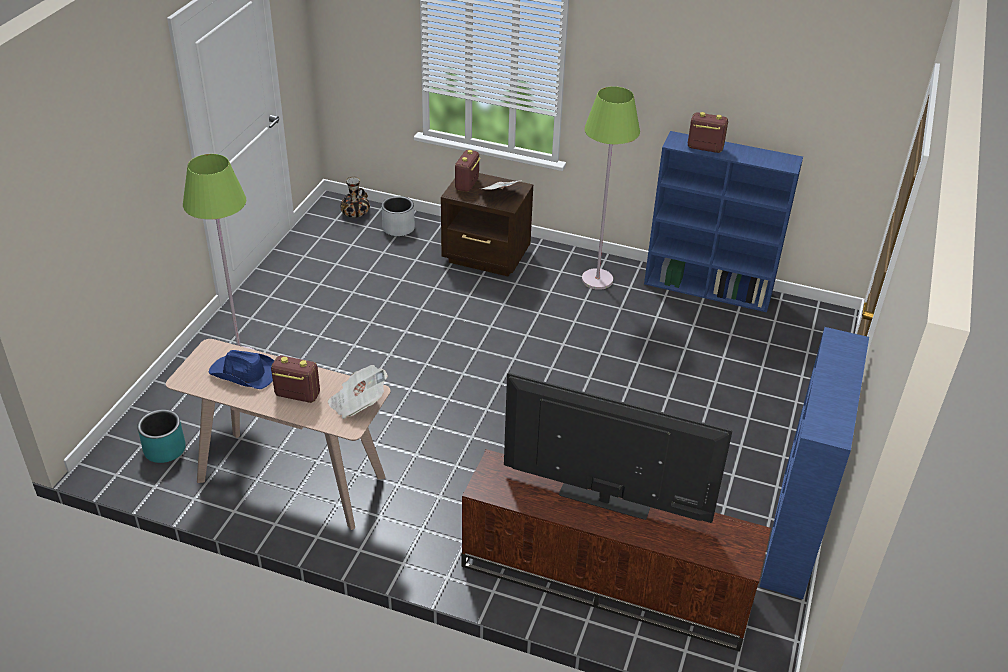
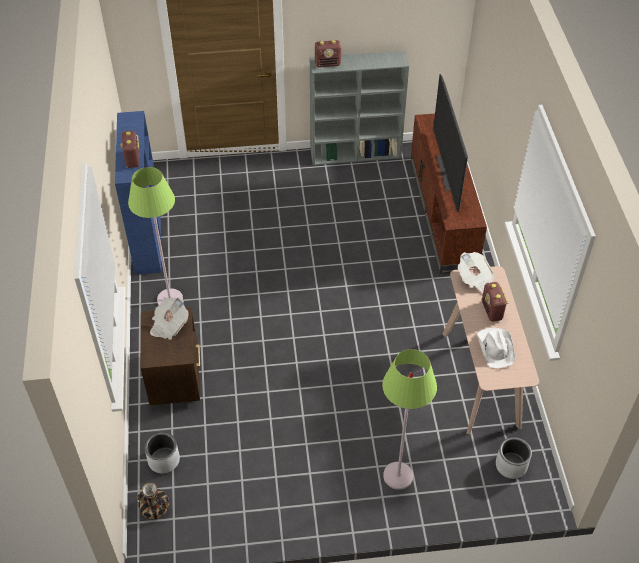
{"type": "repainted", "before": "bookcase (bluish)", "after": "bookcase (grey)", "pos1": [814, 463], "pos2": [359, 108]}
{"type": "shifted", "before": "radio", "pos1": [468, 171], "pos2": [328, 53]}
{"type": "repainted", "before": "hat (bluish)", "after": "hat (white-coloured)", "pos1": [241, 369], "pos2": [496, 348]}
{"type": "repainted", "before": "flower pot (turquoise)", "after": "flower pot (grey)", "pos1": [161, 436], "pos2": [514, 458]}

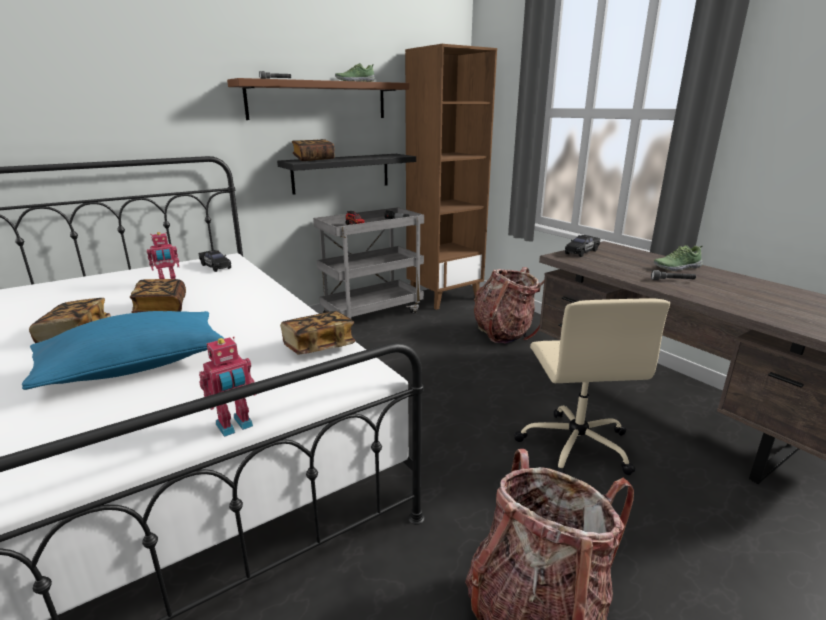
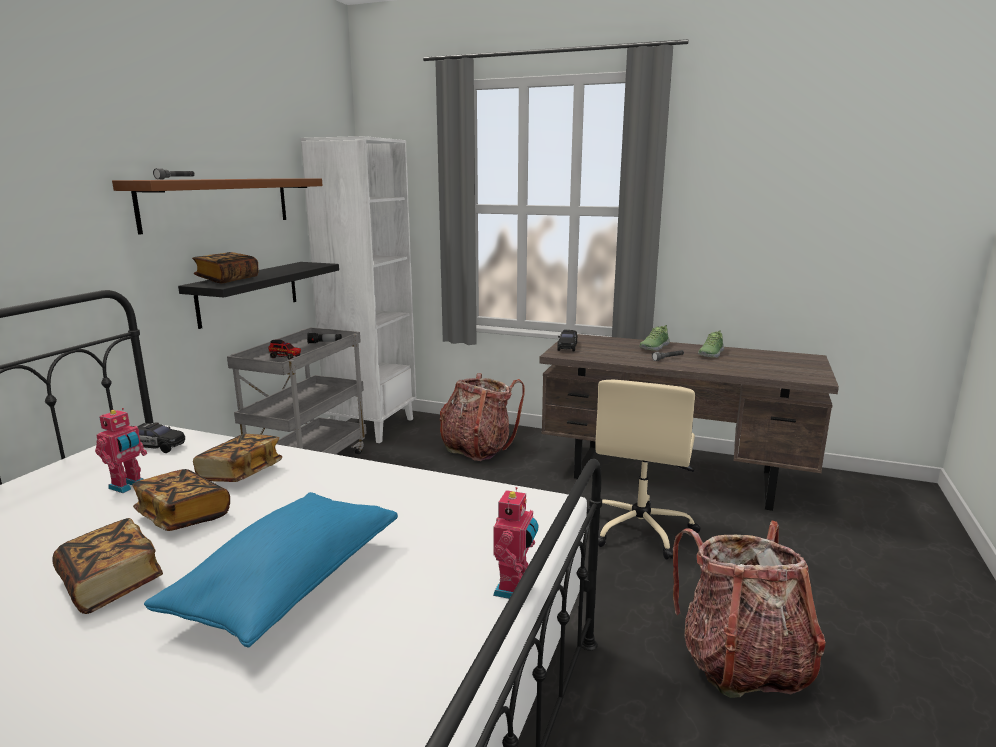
{"type": "shifted", "before": "bound book", "pos1": [317, 333], "pos2": [237, 458]}
{"type": "repainted", "before": "bookcase (brown-coloured)", "after": "bookcase (white-coloured)", "pos1": [451, 177], "pos2": [358, 289]}
{"type": "rotated", "before": "desk chair (beige)", "pos1": [592, 386], "pos2": [644, 469], "turn": 60}
{"type": "shifted", "before": "shoe", "pos1": [355, 72], "pos2": [711, 344]}

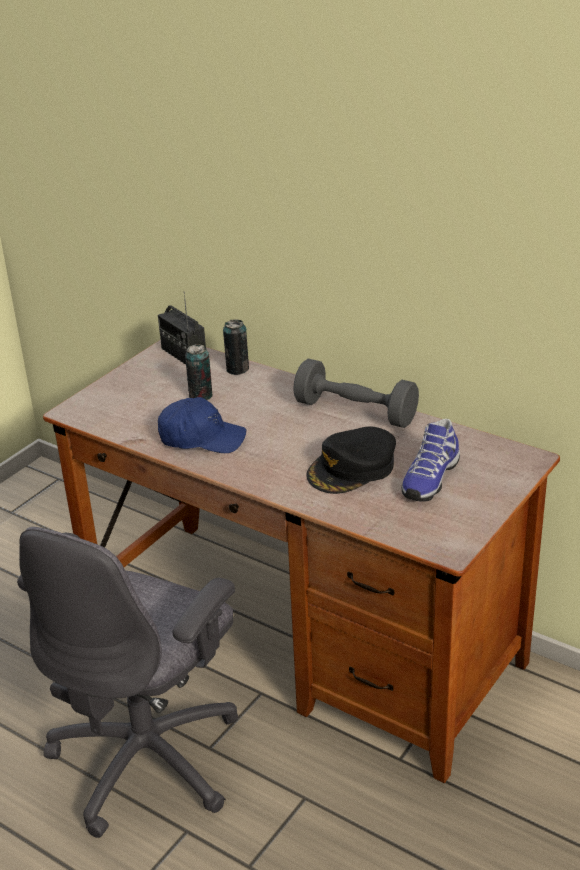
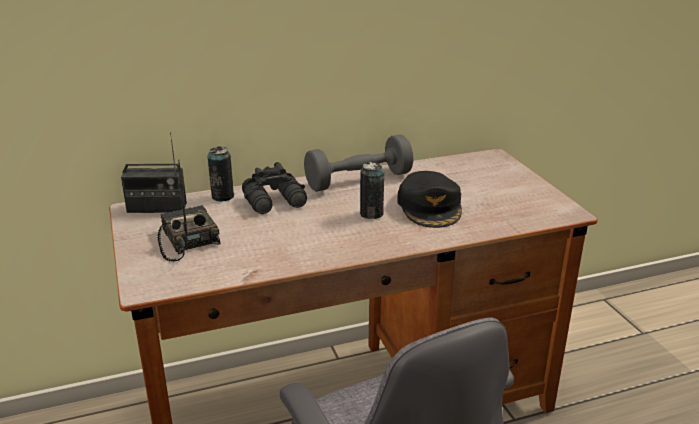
{"type": "new", "after": "radio", "pos2": [188, 210]}
{"type": "new", "after": "binoculars (black)", "pos2": [274, 188]}
{"type": "shifted", "before": "sealed can", "pos1": [199, 372], "pos2": [372, 190]}
{"type": "gone", "before": "peaked cap (bluish)", "pos1": [202, 425]}
{"type": "gone", "before": "shoe", "pos1": [431, 460]}

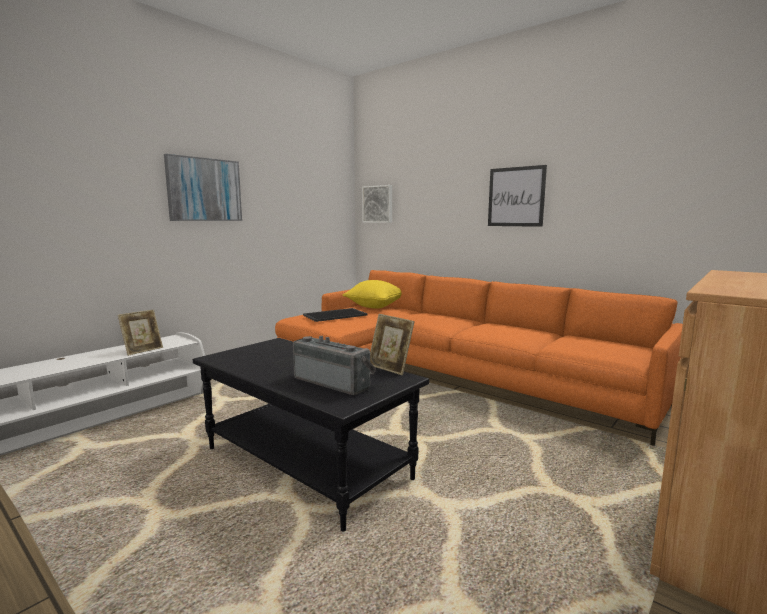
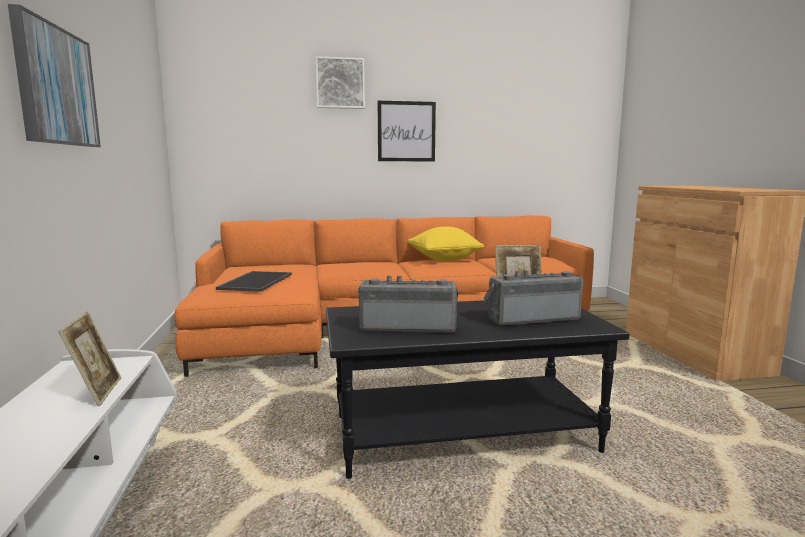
{"type": "shifted", "before": "wall picture", "pos1": [377, 204], "pos2": [340, 82]}
{"type": "new", "after": "radio", "pos2": [408, 304]}
{"type": "shifted", "before": "throw pillow (yellowish)", "pos1": [372, 294], "pos2": [446, 244]}

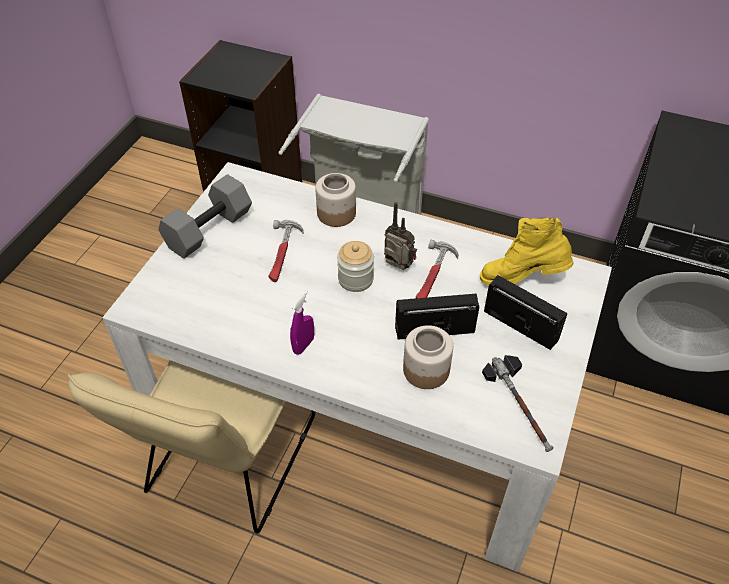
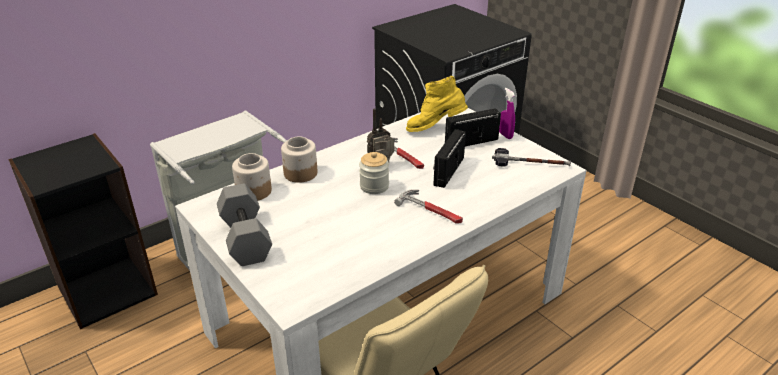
{"type": "shifted", "before": "preserve jar", "pos1": [428, 357], "pos2": [252, 177]}
{"type": "shifted", "before": "hand hammer", "pos1": [286, 251], "pos2": [428, 206]}
{"type": "rotated", "before": "tall boot (yellowish)", "pos1": [527, 251], "pos2": [437, 104], "turn": 45}
{"type": "shifted", "before": "sprayer (purple)", "pos1": [302, 323], "pos2": [507, 113]}

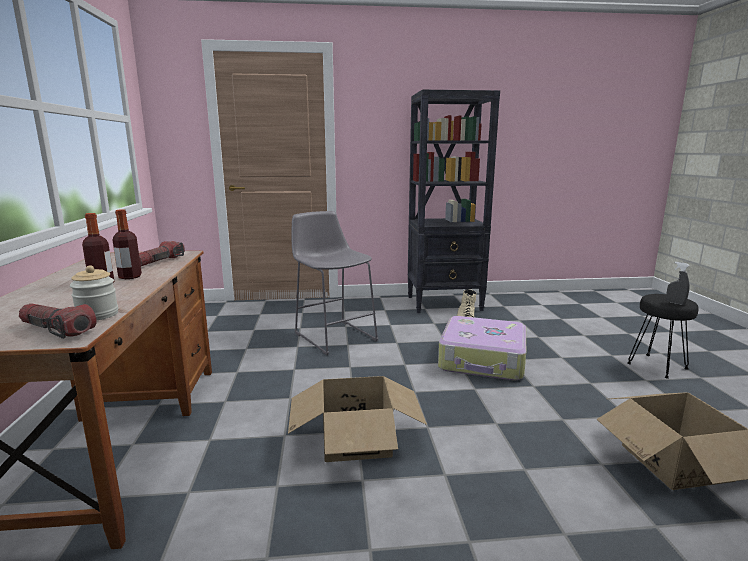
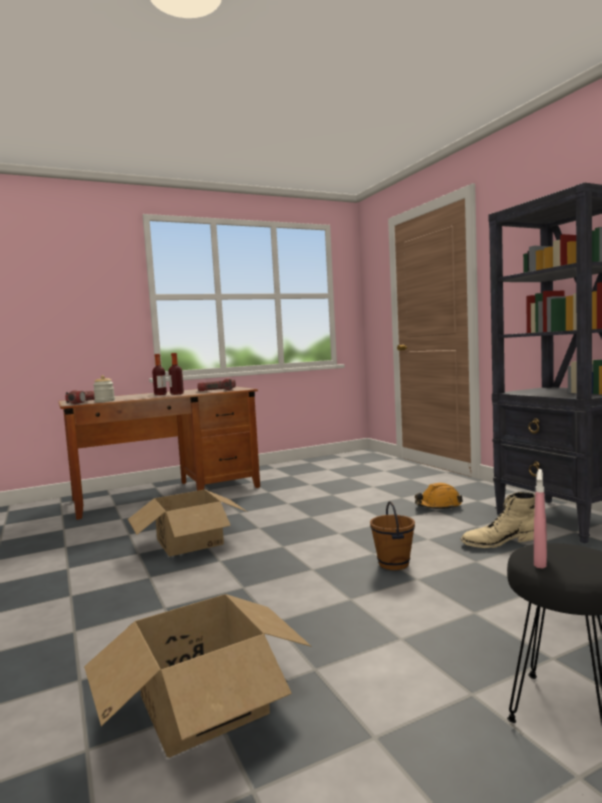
{"type": "swapped", "before": "travel case", "after": "water bucket (brown-coloured)", "pos1": [482, 348], "pos2": [392, 535]}
{"type": "new", "after": "safety helmet (orange-coloured)", "pos2": [439, 496]}
{"type": "repainted", "before": "sprayer (grey)", "after": "sprayer (pink)", "pos1": [678, 283], "pos2": [540, 519]}
{"type": "gone", "before": "sitting stool (grey)", "pos1": [334, 283]}

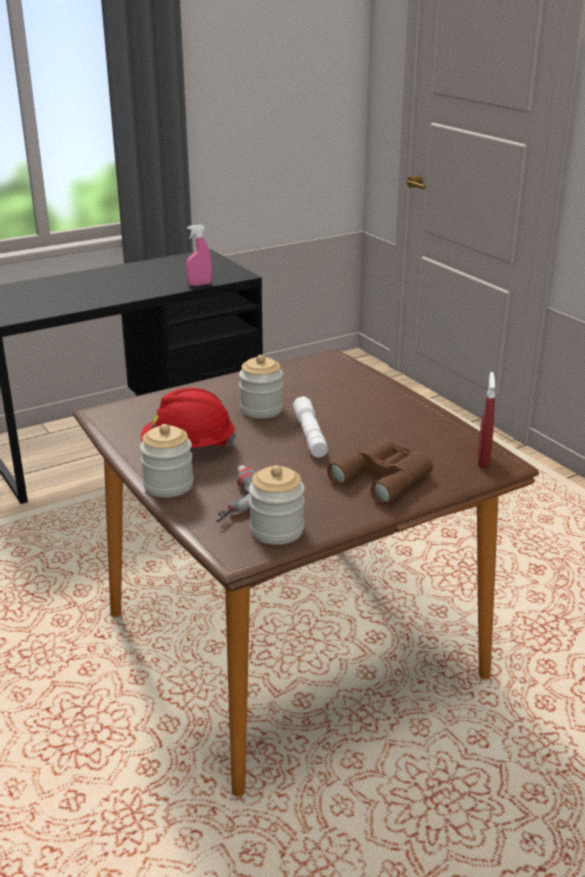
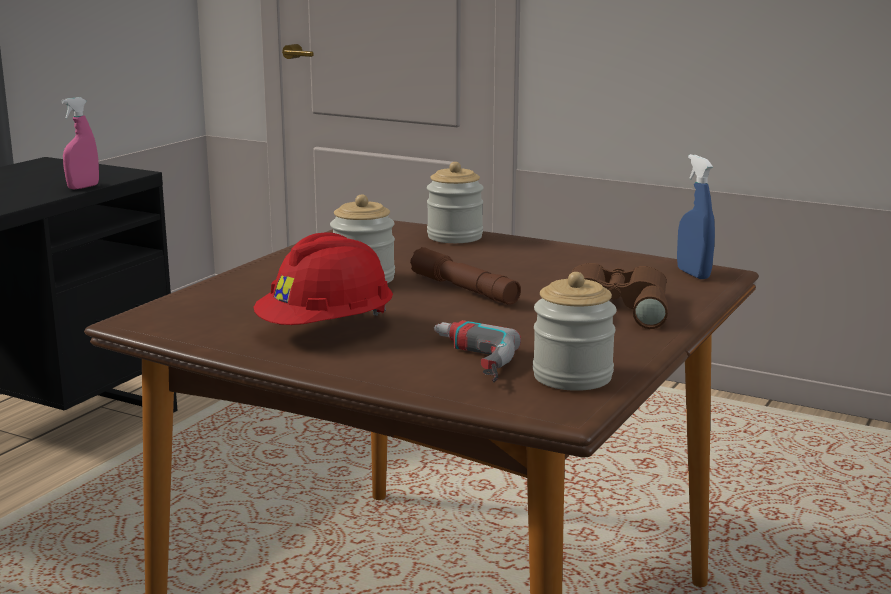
{"type": "repainted", "before": "hand torch (white-coloured)", "after": "hand torch (brown-coloured)", "pos1": [310, 426], "pos2": [465, 276]}
{"type": "shifted", "before": "preserve jar", "pos1": [167, 461], "pos2": [455, 202]}
{"type": "repainted", "before": "sprayer (red-coloured)", "after": "sprayer (bluish)", "pos1": [486, 420], "pos2": [696, 216]}

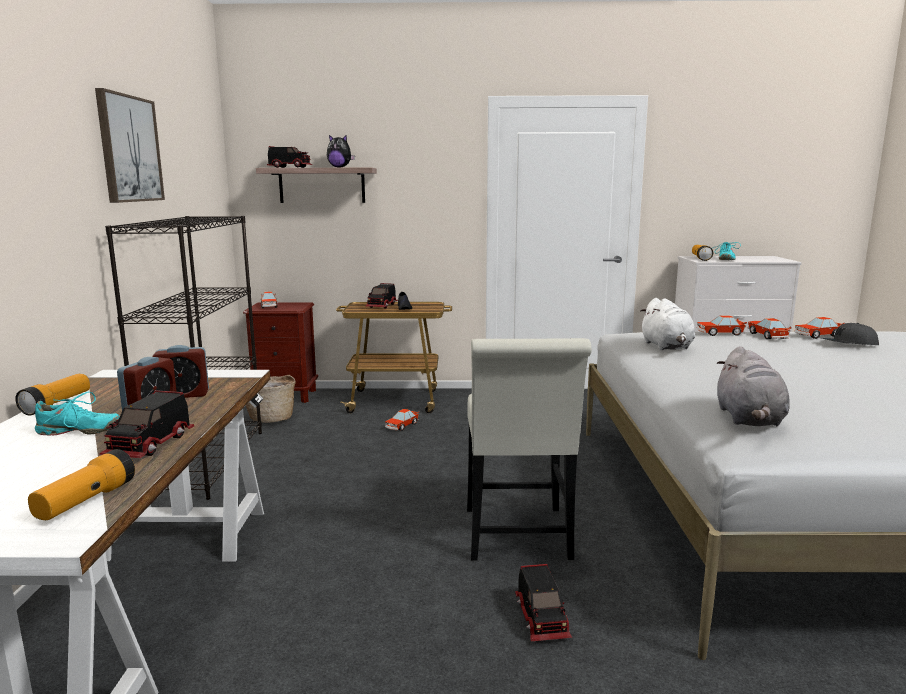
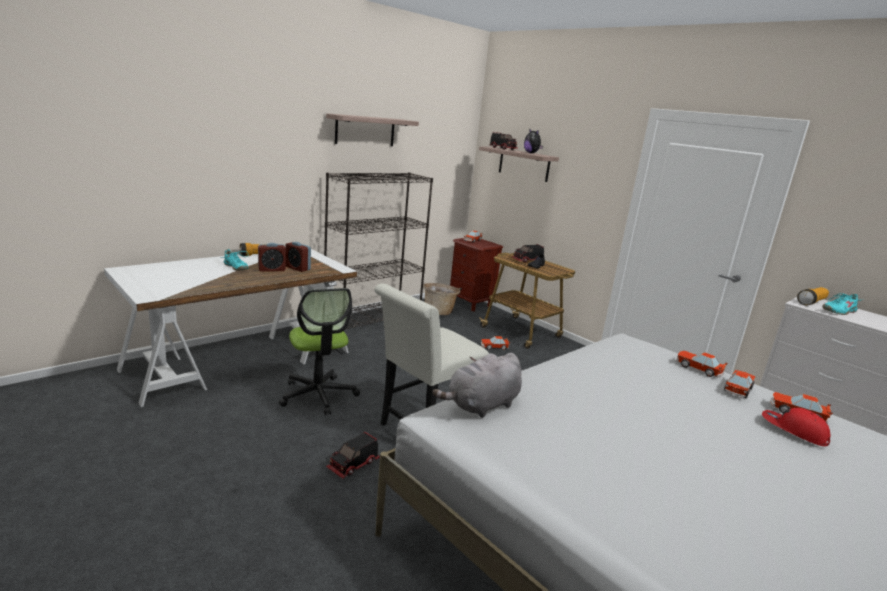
{"type": "new", "after": "desk chair", "pos2": [319, 351]}
{"type": "swapped", "before": "wall picture", "after": "shelf", "pos1": [130, 145], "pos2": [372, 129]}
{"type": "repainted", "before": "peaked cap (grey)", "after": "peaked cap (red-coloured)", "pos1": [850, 334], "pos2": [796, 427]}
{"type": "gone", "before": "hand torch", "pos1": [81, 484]}
{"type": "gone", "before": "toy lorry", "pos1": [146, 424]}
{"type": "gone", "before": "plush toy (white-coloured)", "pos1": [667, 324]}

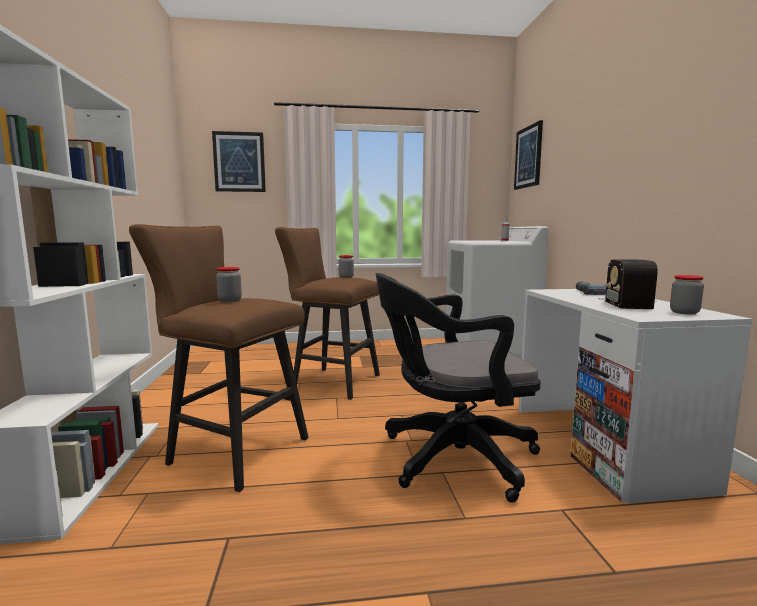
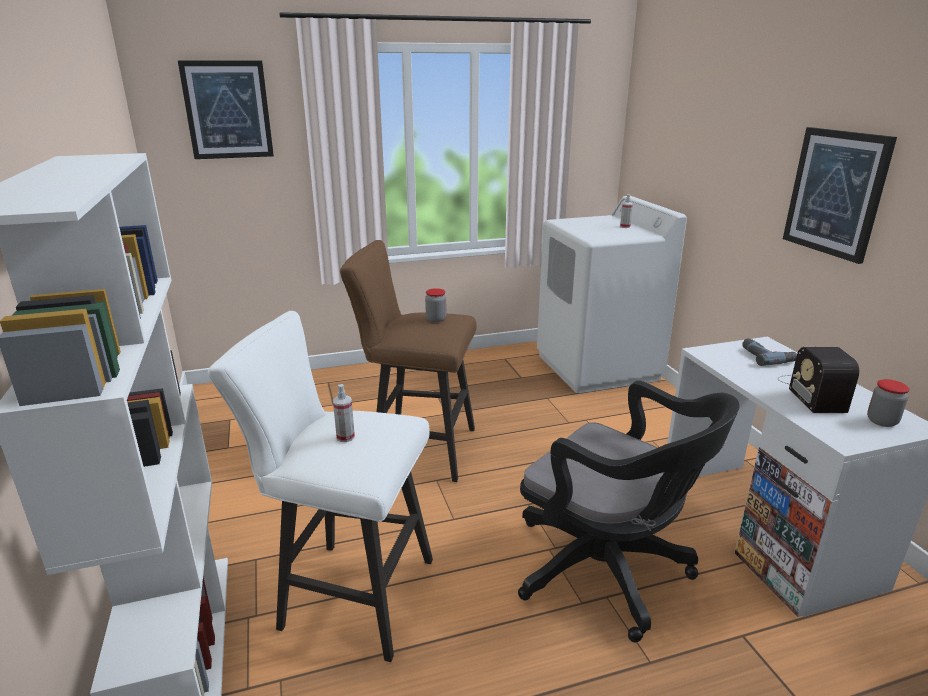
{"type": "repainted", "before": "sitting stool (brown-coloured)", "after": "sitting stool (white-coloured)", "pos1": [219, 358], "pos2": [320, 486]}
{"type": "swapped", "before": "preserve jar", "after": "sprayer", "pos1": [229, 284], "pos2": [344, 413]}
{"type": "rotated", "before": "desk chair (black)", "pos1": [458, 388], "pos2": [629, 512], "turn": -120}
{"type": "shifted", "before": "wall picture", "pos1": [528, 155], "pos2": [840, 195]}

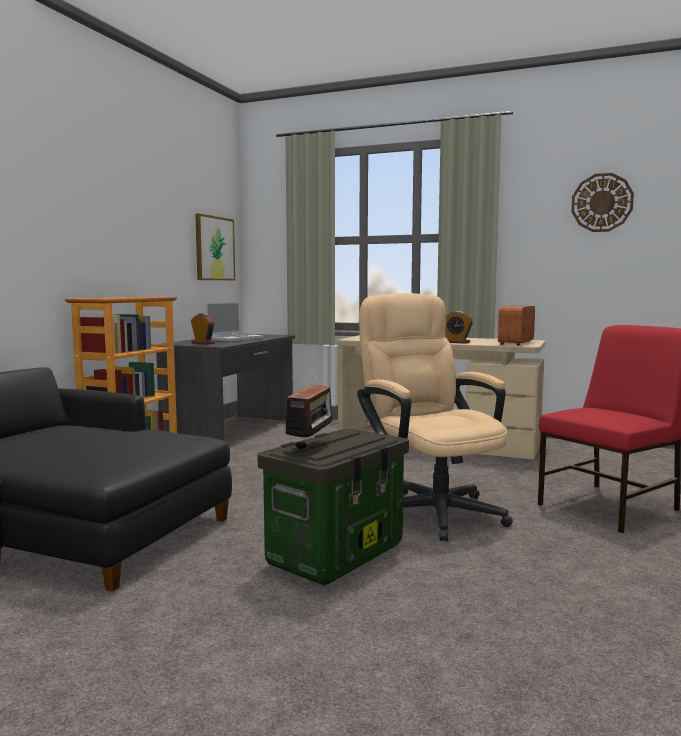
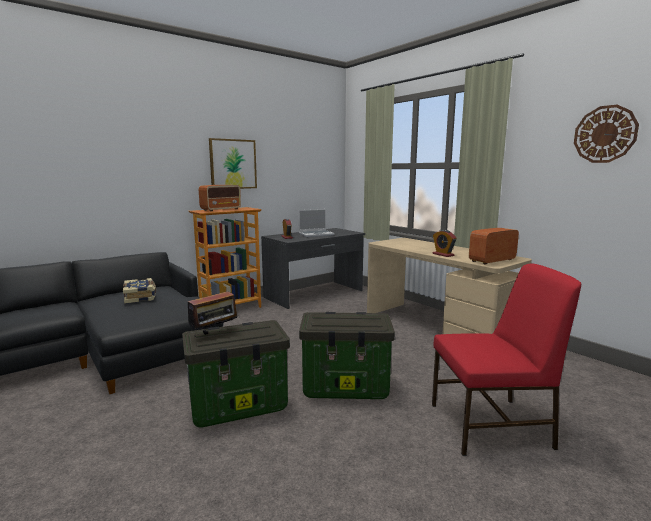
{"type": "new", "after": "bound book", "pos2": [139, 291]}
{"type": "new", "after": "radio", "pos2": [220, 198]}
{"type": "shifted", "before": "wall picture", "pos1": [215, 246], "pos2": [233, 163]}
{"type": "swapped", "before": "desk chair (beige)", "after": "storage container", "pos1": [435, 417], "pos2": [347, 355]}

